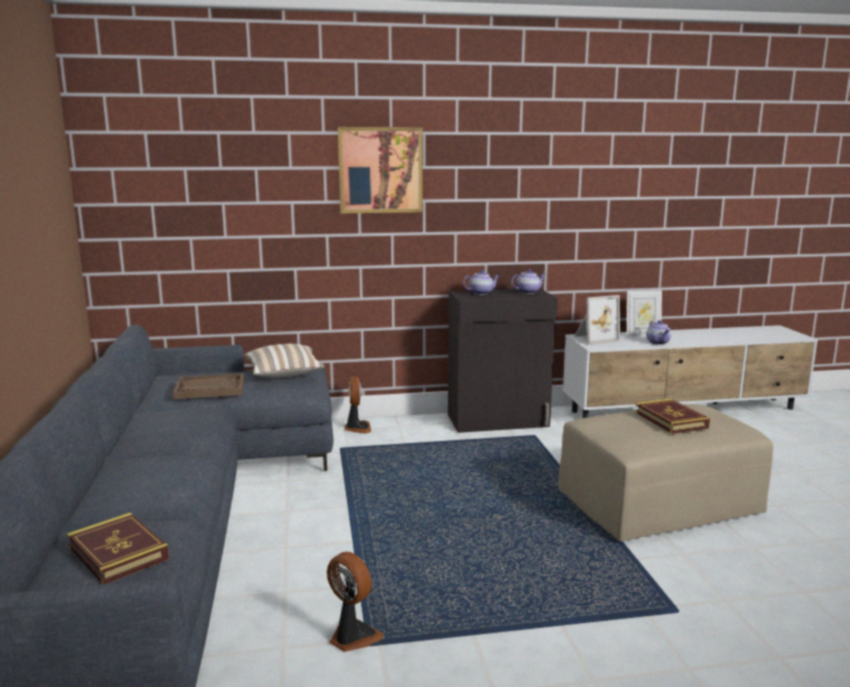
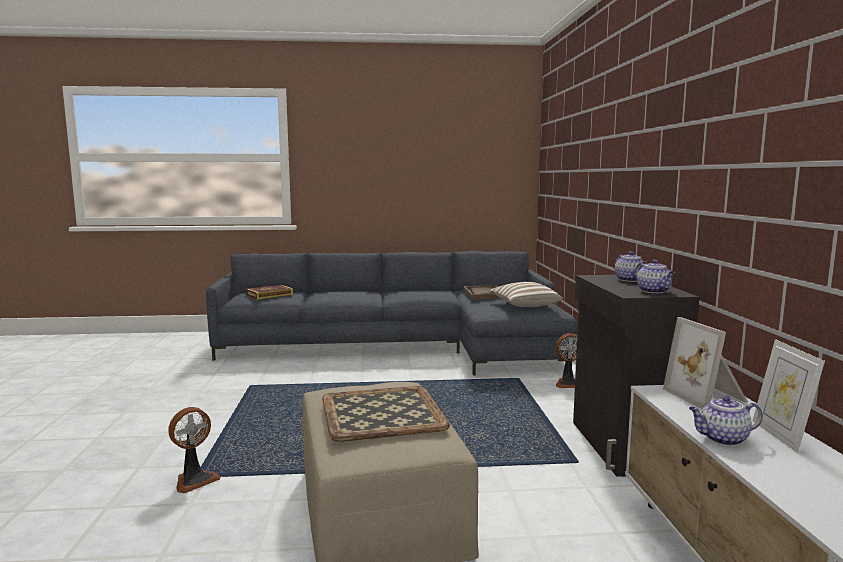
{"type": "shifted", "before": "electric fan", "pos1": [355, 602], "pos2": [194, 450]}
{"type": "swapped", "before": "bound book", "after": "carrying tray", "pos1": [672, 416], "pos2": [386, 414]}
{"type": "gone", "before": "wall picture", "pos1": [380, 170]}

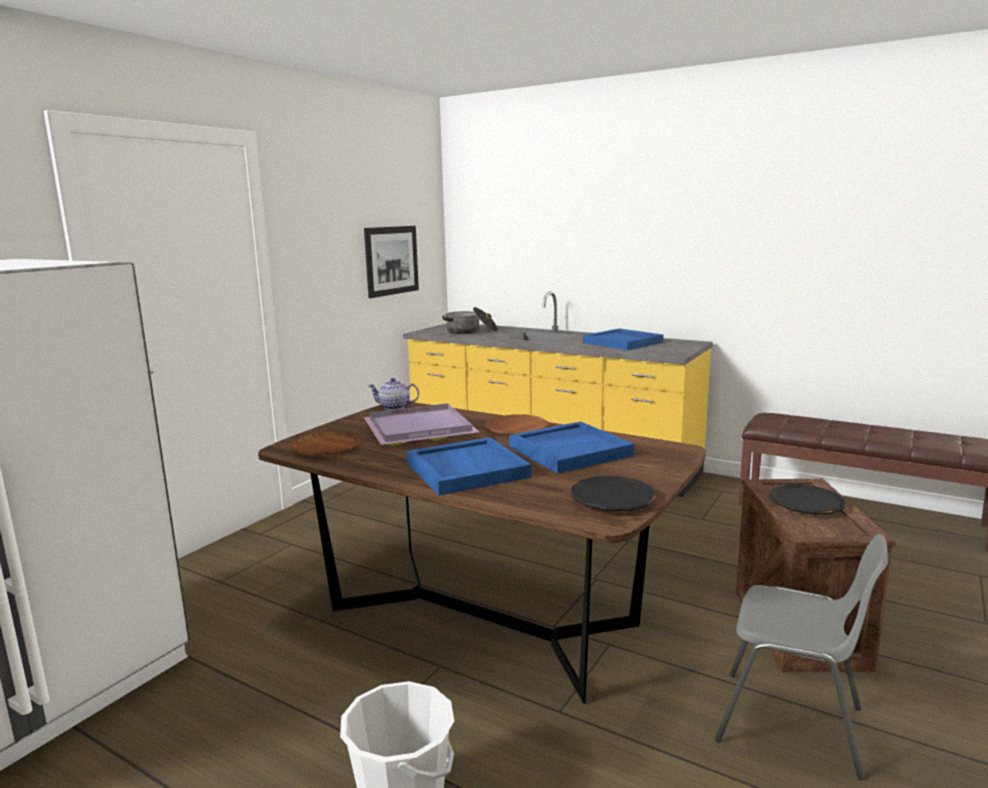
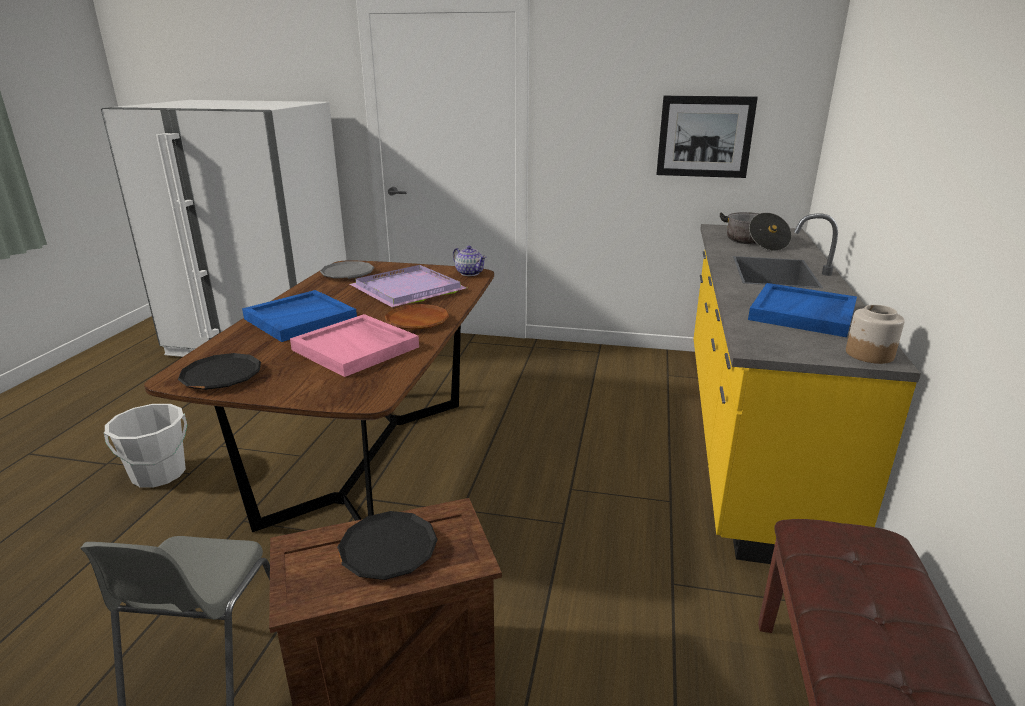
{"type": "repainted", "before": "carrying tray (bluish)", "after": "carrying tray (pink)", "pos1": [571, 447], "pos2": [354, 345]}
{"type": "repainted", "before": "flat dish (brown-coloured)", "after": "flat dish (grey)", "pos1": [324, 443], "pos2": [347, 270]}
{"type": "rotated", "before": "pot for tea", "pos1": [393, 394], "pos2": [470, 261], "turn": 150}
{"type": "new", "after": "preserve jar", "pos2": [875, 334]}

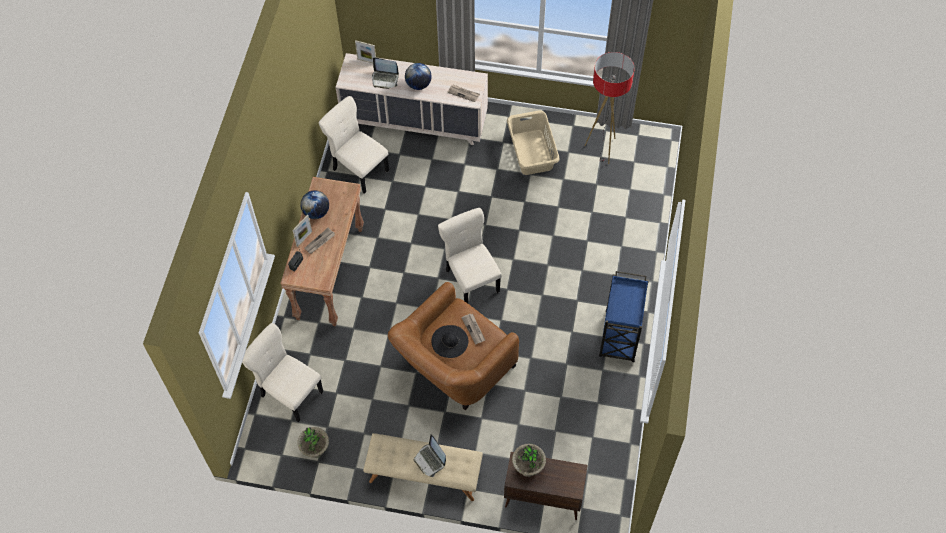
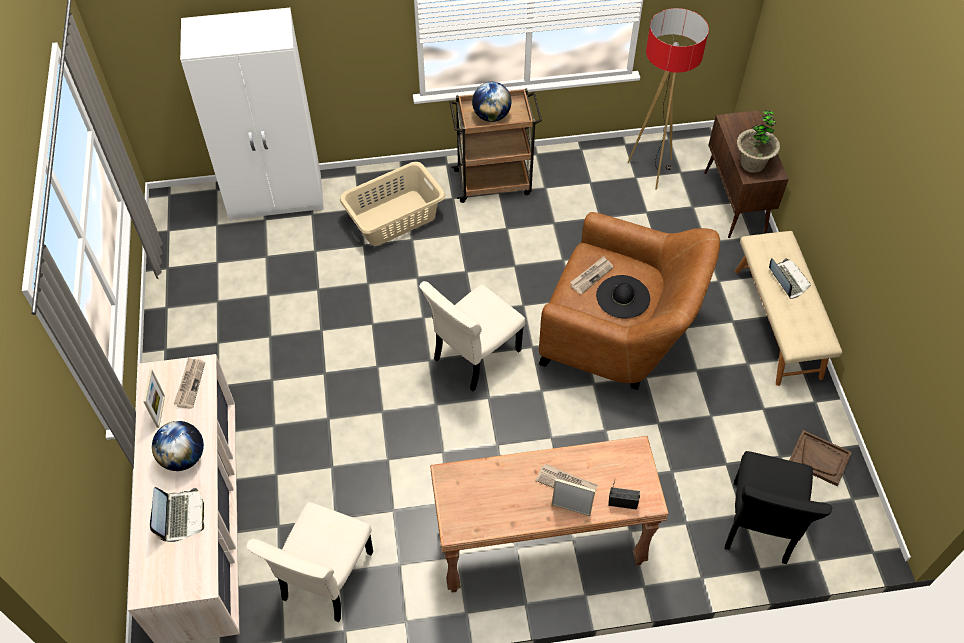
{"type": "shifted", "before": "photo frame", "pos1": [365, 51], "pos2": [154, 398]}
{"type": "new", "after": "armoire (white-coloured)", "pos2": [252, 114]}
{"type": "shifted", "before": "hamper (beige)", "pos1": [533, 142], "pos2": [392, 204]}
{"type": "repainted", "before": "wheeled cart (bluish)", "after": "wheeled cart (brown-coloured)", "pos1": [624, 316], "pos2": [495, 145]}
{"type": "shifted", "before": "desk globe", "pos1": [314, 204], "pos2": [491, 102]}
{"type": "shifted", "before": "floor lamp", "pos1": [610, 108], "pos2": [668, 98]}
{"type": "repainted", "before": "plain chair (beige)", "after": "plain chair (black)", "pos1": [282, 372], "pos2": [778, 507]}
{"type": "rotated", "before": "notebook computer", "pos1": [430, 455], "pos2": [790, 279], "turn": -60}
{"type": "swapped", "before": "houseplant", "after": "carrying tray (brown-coloured)", "pos1": [313, 442], "pos2": [820, 458]}

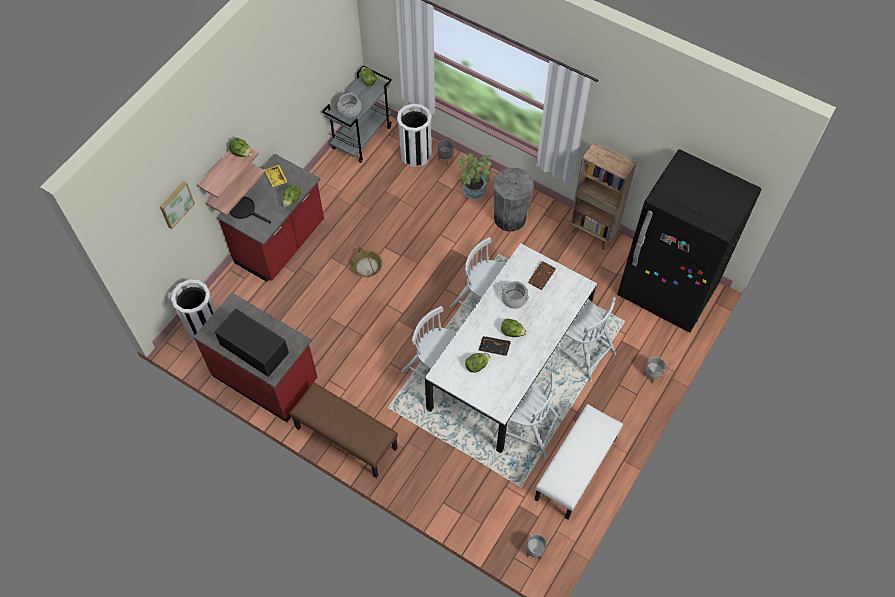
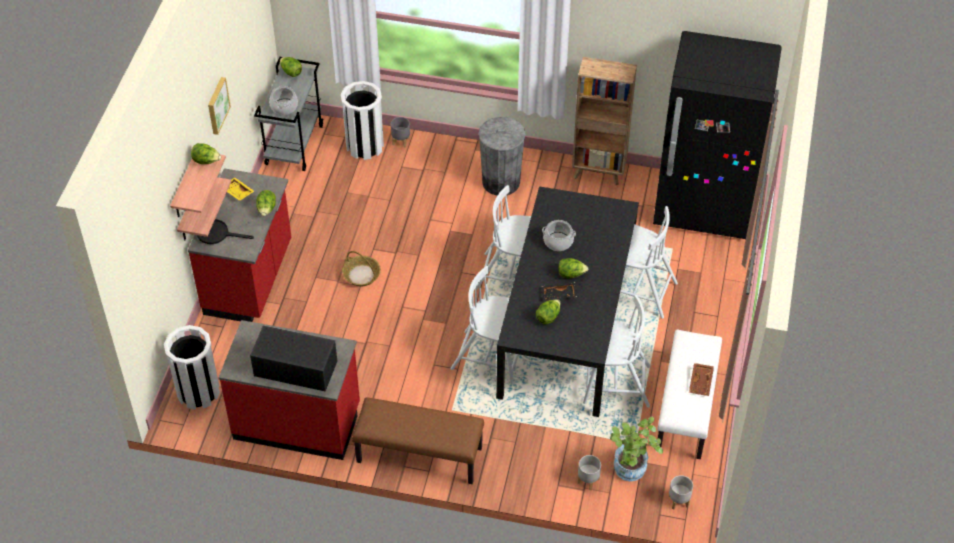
{"type": "shifted", "before": "wall picture", "pos1": [177, 205], "pos2": [219, 106]}
{"type": "repainted", "before": "dining table (white-coloured)", "after": "dining table (black)", "pos1": [511, 348], "pos2": [567, 301]}
{"type": "shifted", "before": "flower pot (grey)", "pos1": [654, 370], "pos2": [589, 472]}
{"type": "shifted", "before": "houseplant", "pos1": [474, 176], "pos2": [636, 449]}
{"type": "shifted", "before": "carrying tray (brown-coloured)", "pos1": [542, 275], "pos2": [701, 379]}

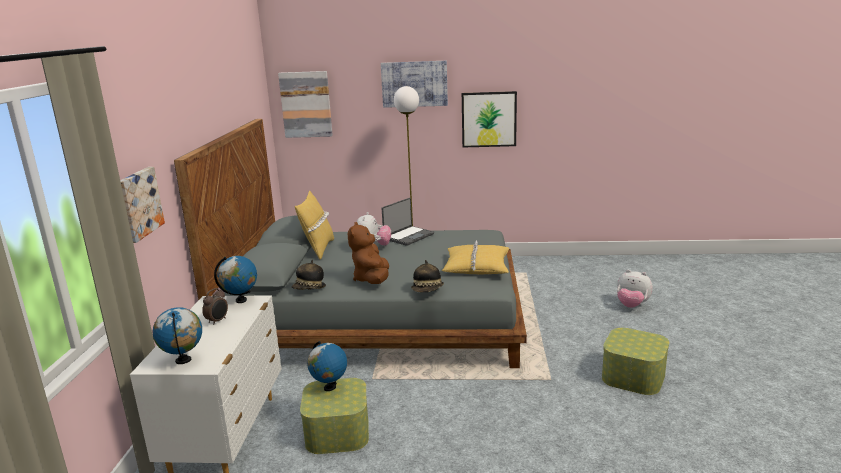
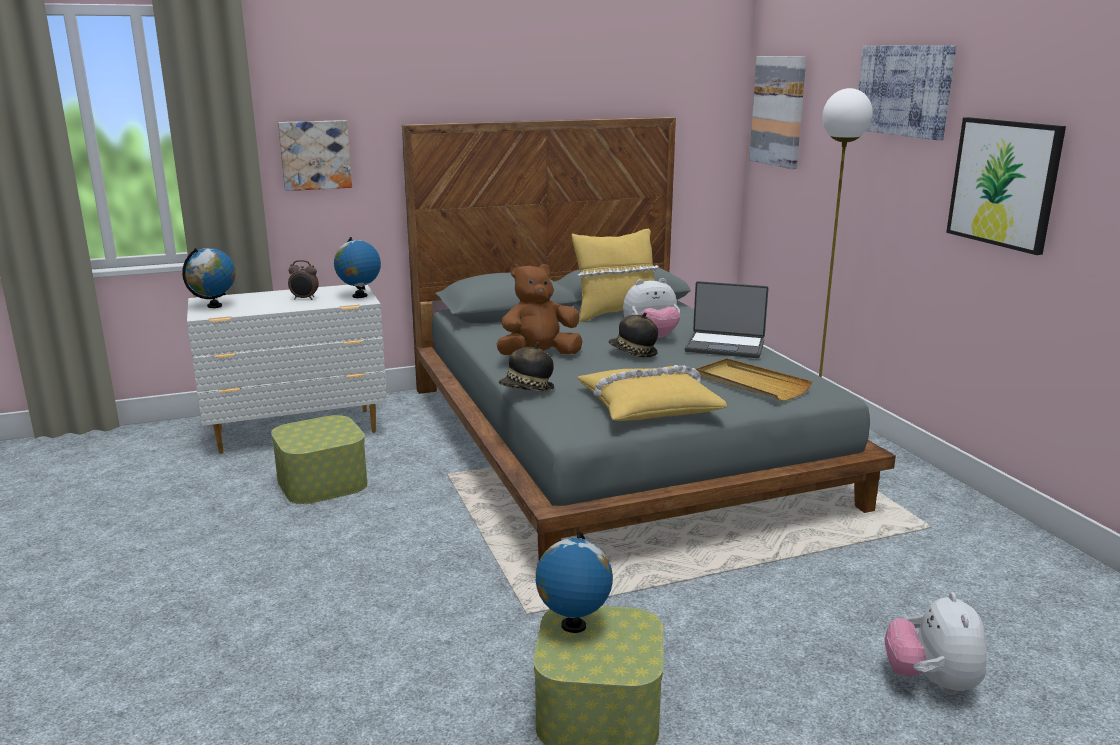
{"type": "shifted", "before": "desk globe", "pos1": [327, 366], "pos2": [574, 582]}
{"type": "shifted", "before": "hat", "pos1": [309, 275], "pos2": [633, 334]}
{"type": "new", "after": "carrying tray (beige)", "pos2": [754, 379]}

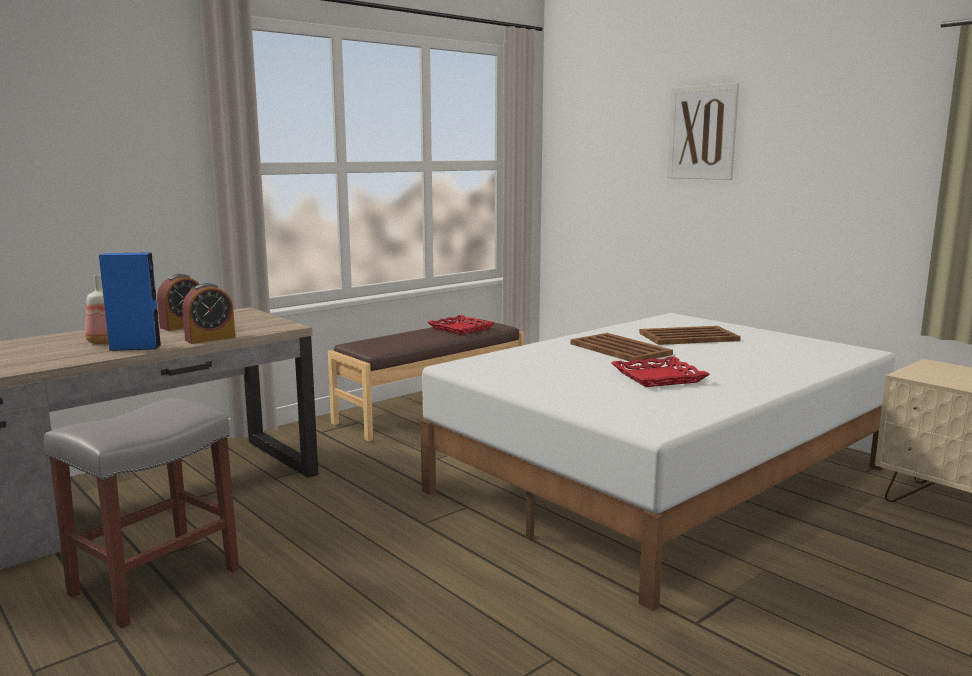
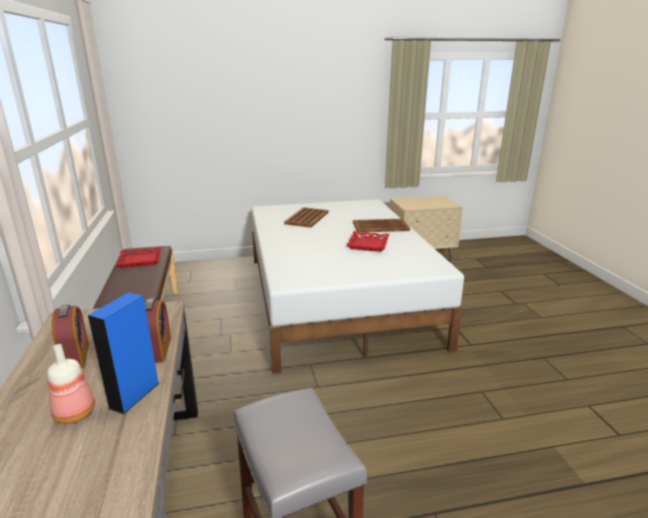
{"type": "shifted", "before": "carrying tray (brown-coloured)", "pos1": [622, 347], "pos2": [381, 226]}
{"type": "gone", "before": "wall picture", "pos1": [703, 131]}

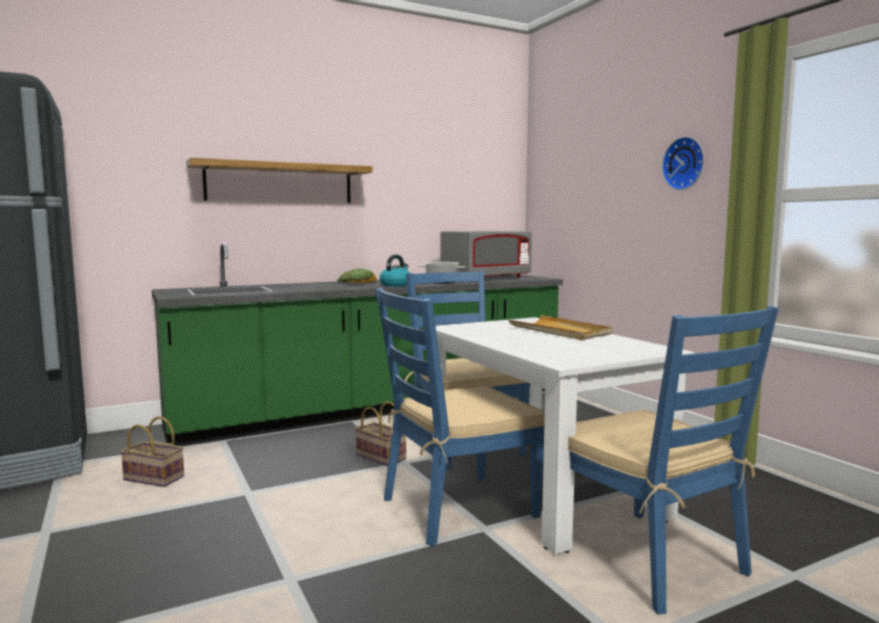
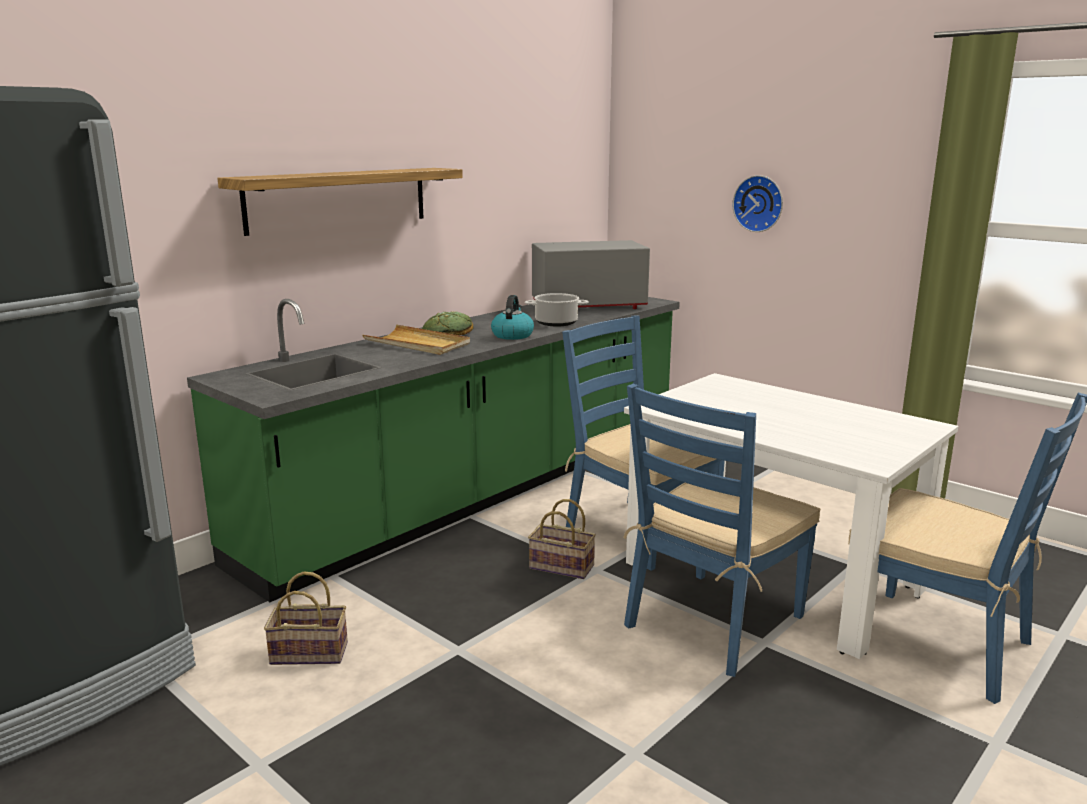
{"type": "shifted", "before": "carrying tray (beige)", "pos1": [560, 327], "pos2": [416, 339]}
{"type": "rotated", "before": "microwave (grey)", "pos1": [486, 254], "pos2": [591, 274], "turn": -135}
{"type": "shifted", "before": "hanging clock", "pos1": [683, 163], "pos2": [757, 203]}

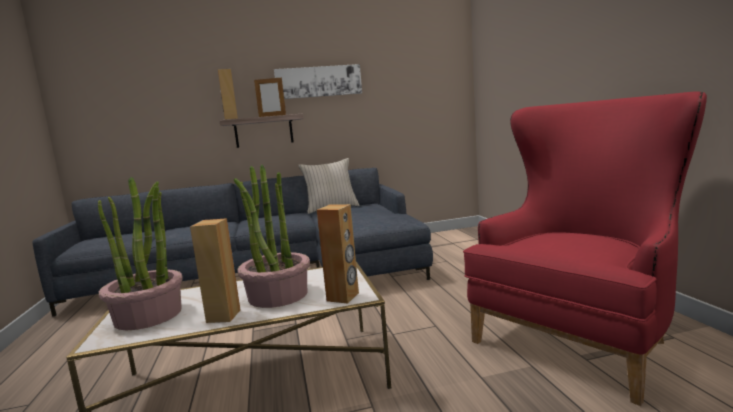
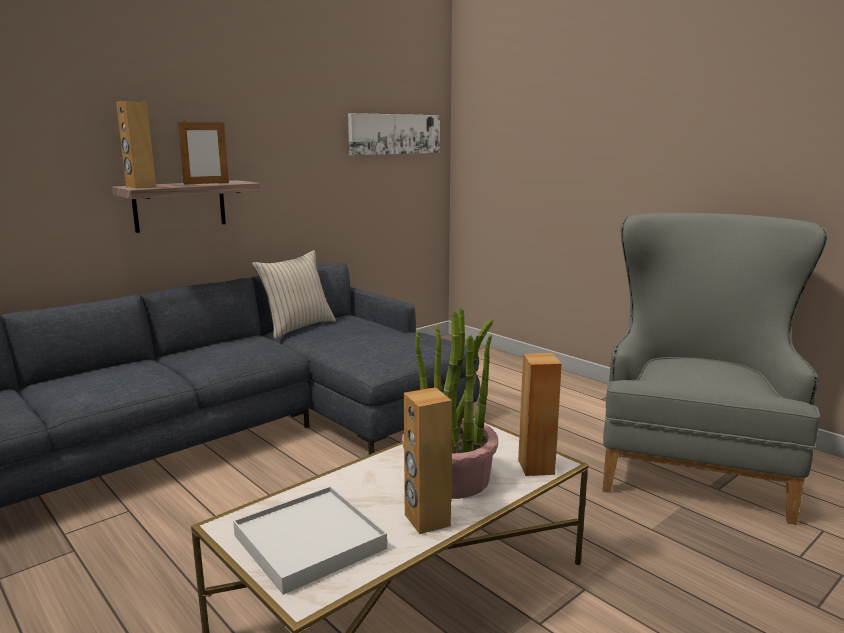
{"type": "swapped", "before": "houseplant", "after": "carrying tray (white-coloured)", "pos1": [140, 253], "pos2": [310, 540]}
{"type": "shifted", "before": "wall picture", "pos1": [318, 81], "pos2": [394, 134]}
{"type": "repainted", "before": "lounge chair (red-coloured)", "after": "lounge chair (grey)", "pos1": [585, 248], "pos2": [714, 369]}

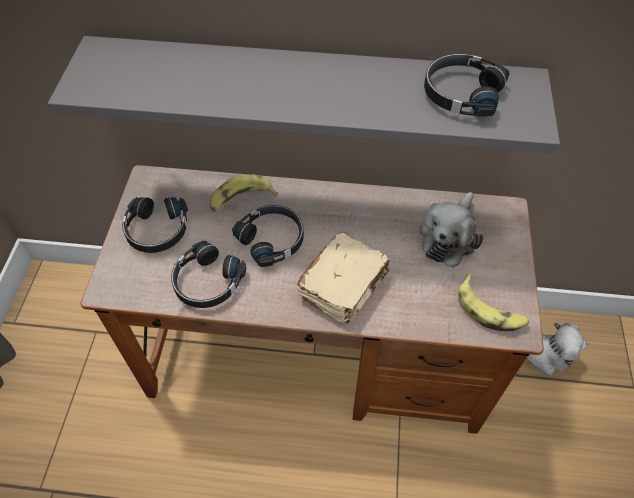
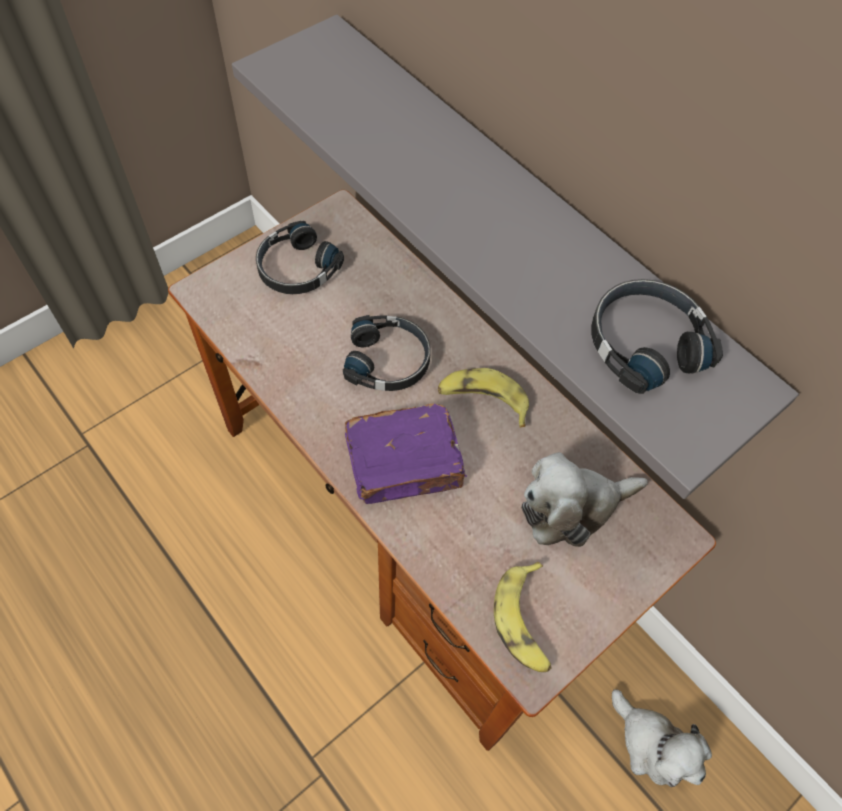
{"type": "repainted", "before": "bound book (beige)", "after": "bound book (purple)", "pos1": [343, 277], "pos2": [406, 454]}
{"type": "shifted", "before": "whole banana", "pos1": [244, 193], "pos2": [483, 398]}
{"type": "gone", "before": "headset (black)", "pos1": [208, 274]}

